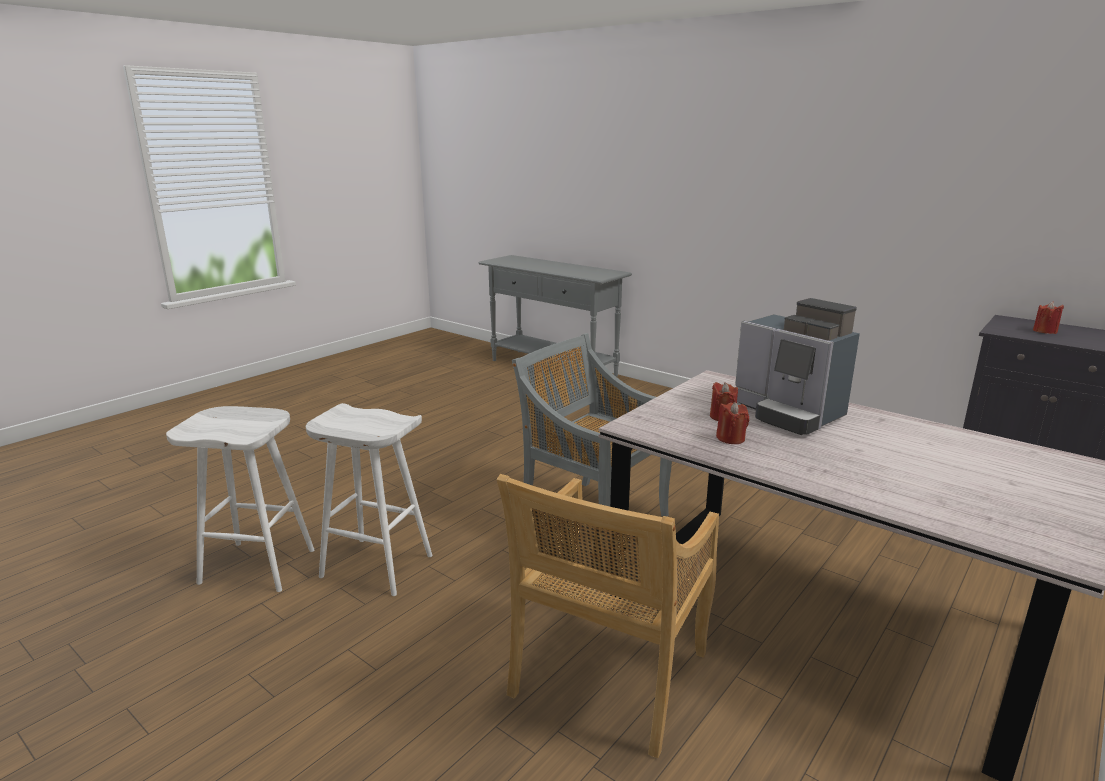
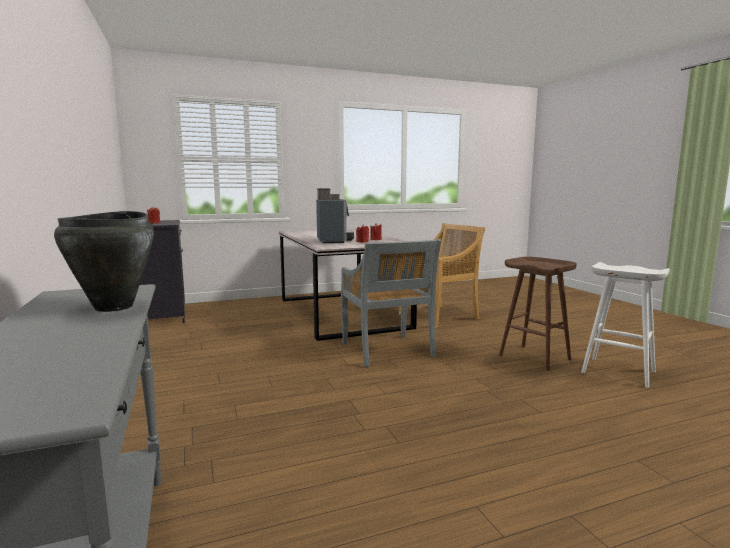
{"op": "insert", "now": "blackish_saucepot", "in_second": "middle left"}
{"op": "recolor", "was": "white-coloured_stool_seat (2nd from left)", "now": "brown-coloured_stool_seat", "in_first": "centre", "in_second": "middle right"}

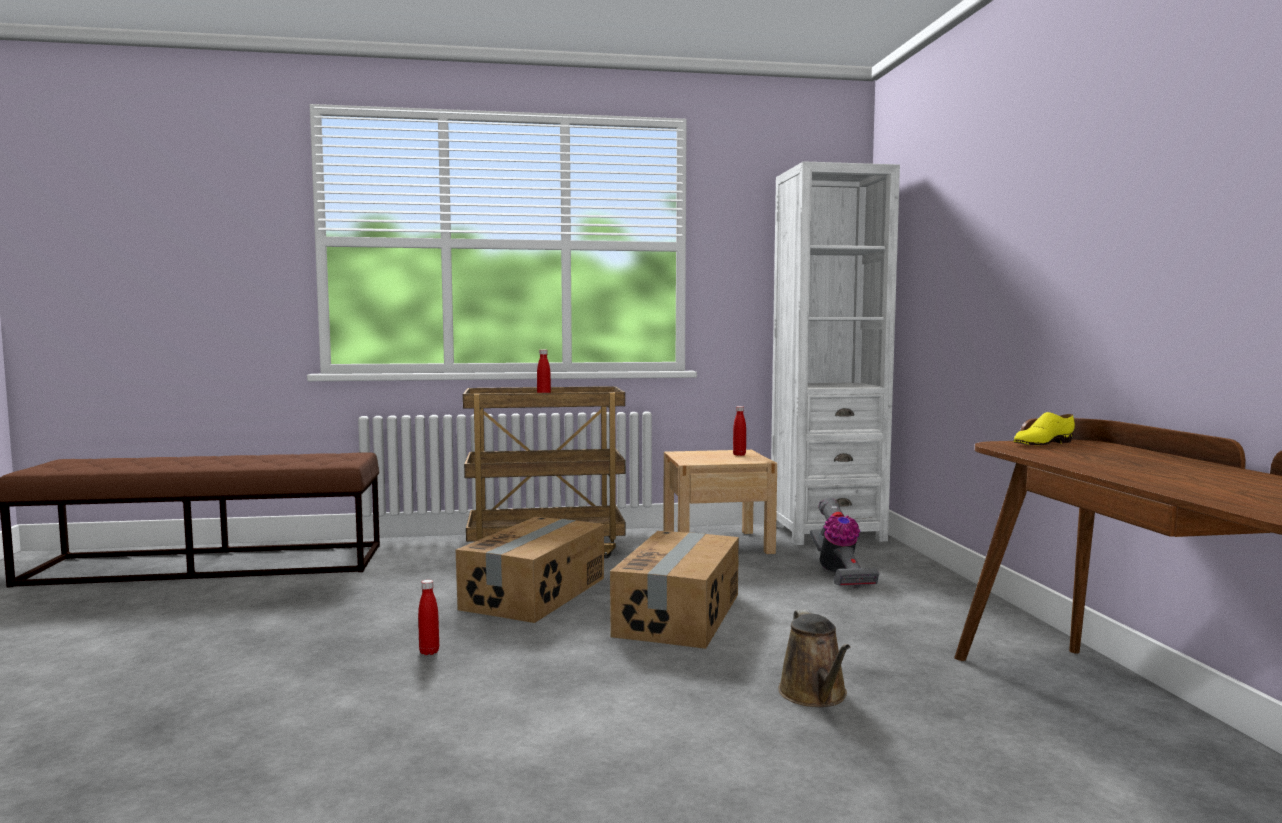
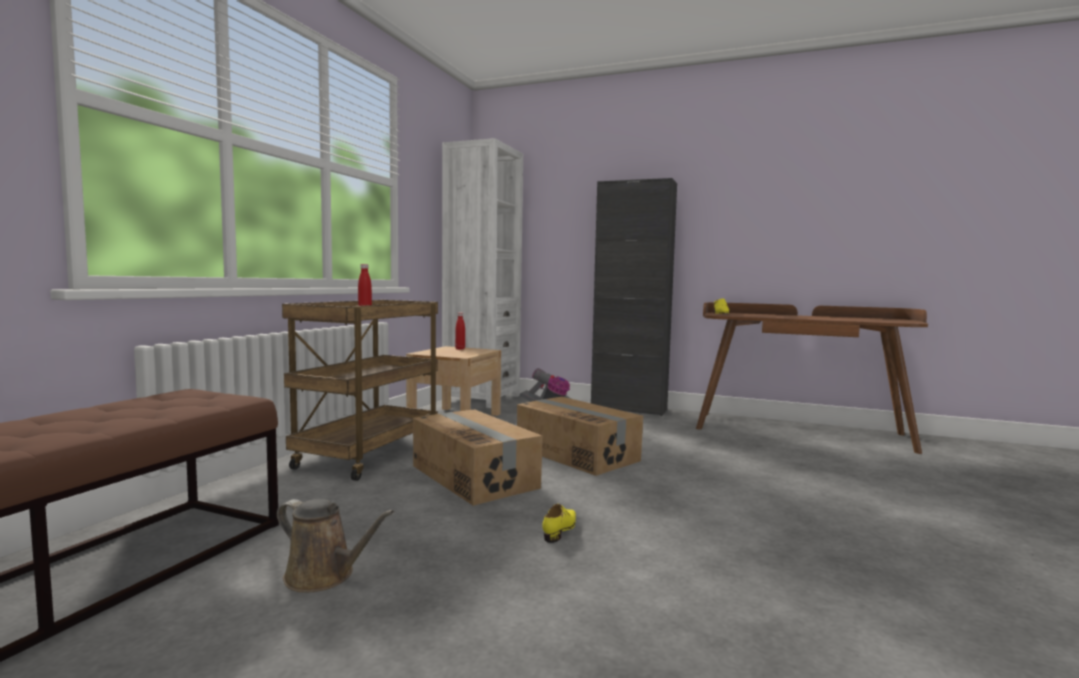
{"op": "insert", "now": "blackish_cabinet", "in_second": "centre"}
{"op": "move", "was": "brown-coloured_watering_pot", "in_first": "bottom centre", "in_second": "bottom left"}
{"op": "replace", "was": "red_drink_bottle (1st from left)", "now": "yellow_shoe (1st from left)", "in_first": "bottom centre", "in_second": "bottom centre"}

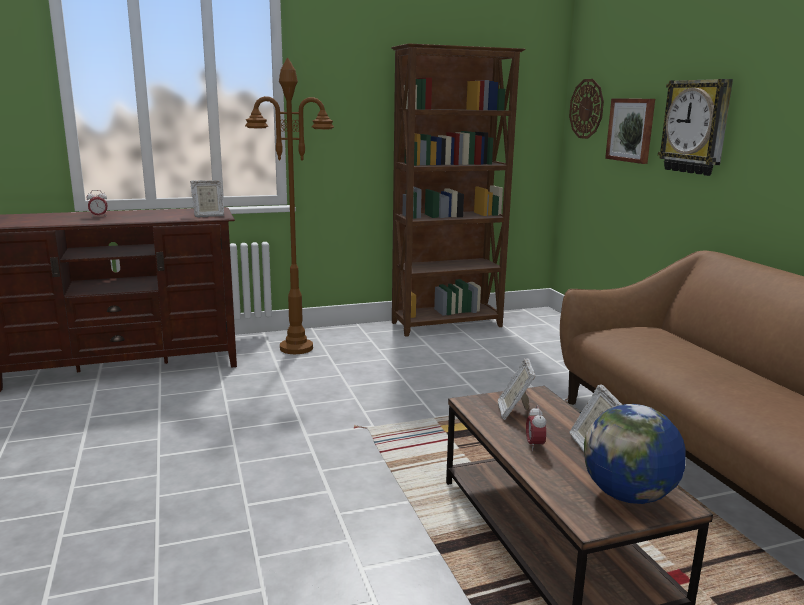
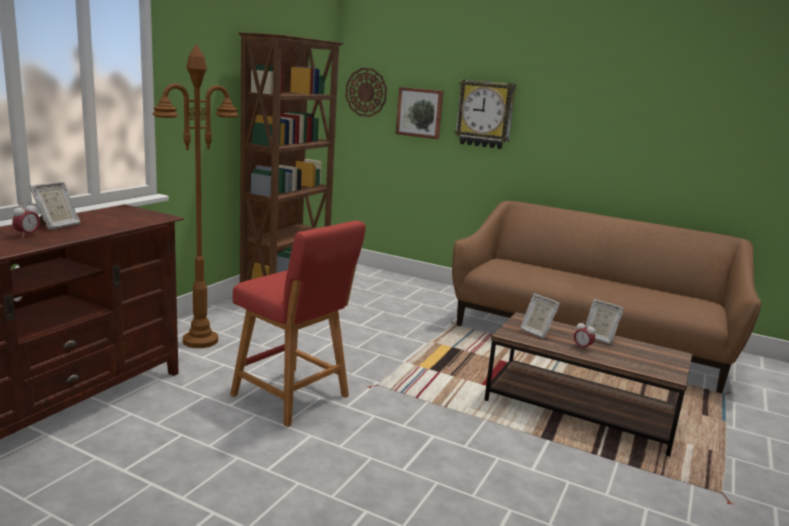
{"op": "delete", "was": "world_globe", "in_first": "bottom right"}
{"op": "insert", "now": "red_stool_seat", "in_second": "centre"}
{"op": "move", "was": "picture_frame (1st from left)", "in_first": "top left", "in_second": "middle left"}

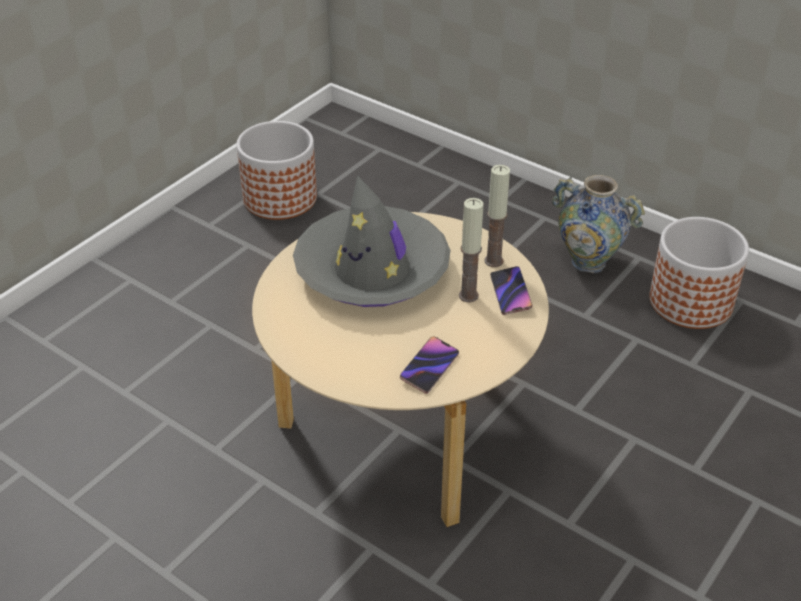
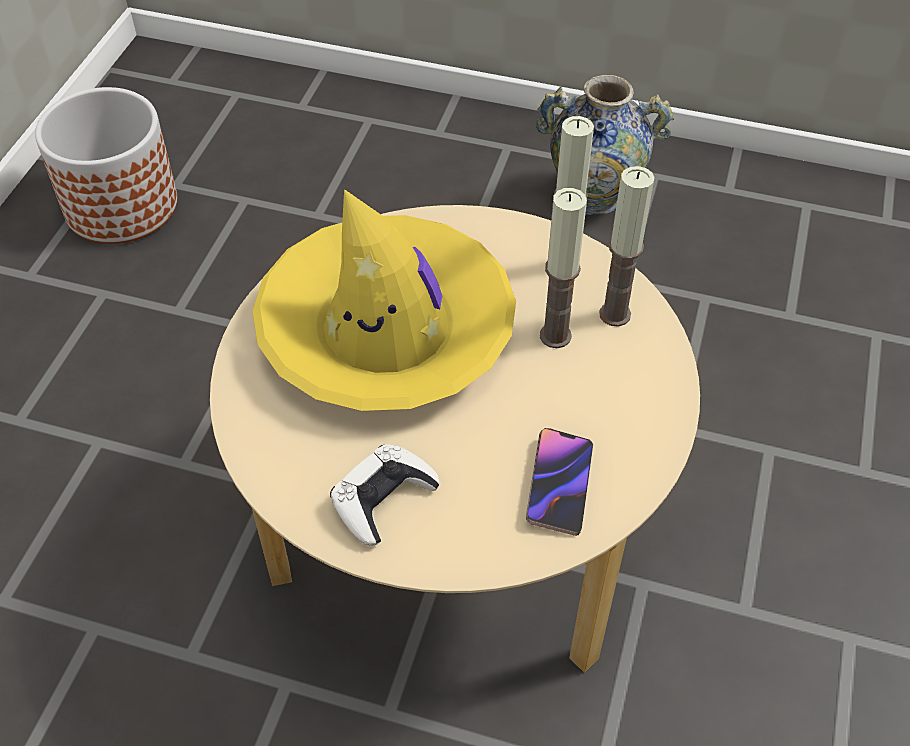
{"op": "delete", "was": "plant_pot (2nd from left)", "in_first": "middle right"}
{"op": "insert", "now": "white-coloured_gamepad", "in_second": "centre"}
{"op": "replace", "was": "handset (2nd from left)", "now": "candle (3rd from left)", "in_first": "centre", "in_second": "top right"}
{"op": "recolor", "was": "greyish_hat", "now": "yellow_hat", "in_first": "centre", "in_second": "centre"}

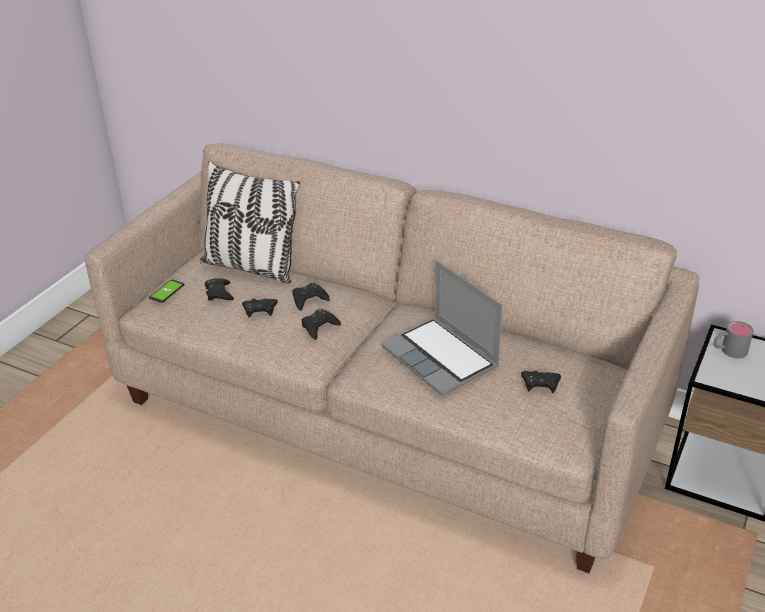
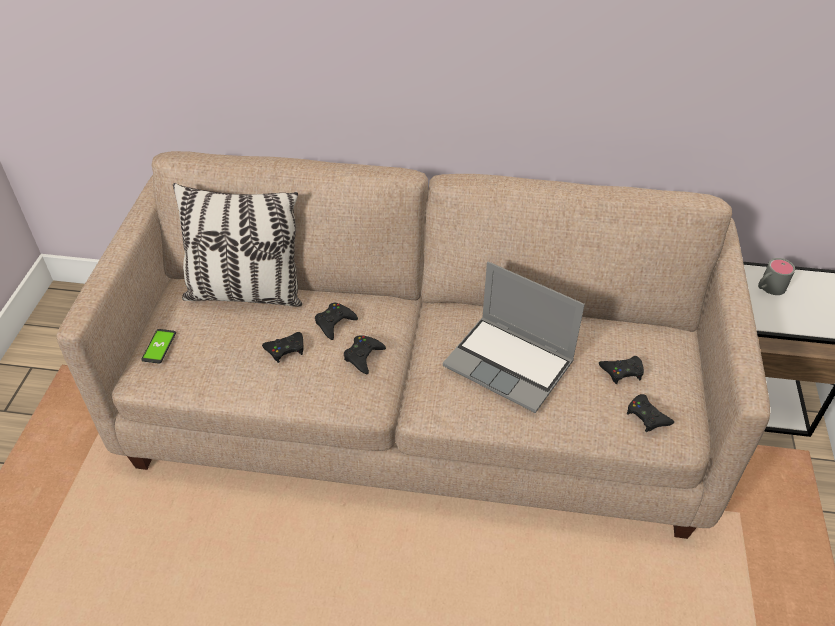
{"op": "move", "was": "blackish_gamepad (1st from left in the first image)", "now": "blackish_gamepad (5th from left)", "in_first": "middle left", "in_second": "middle right"}

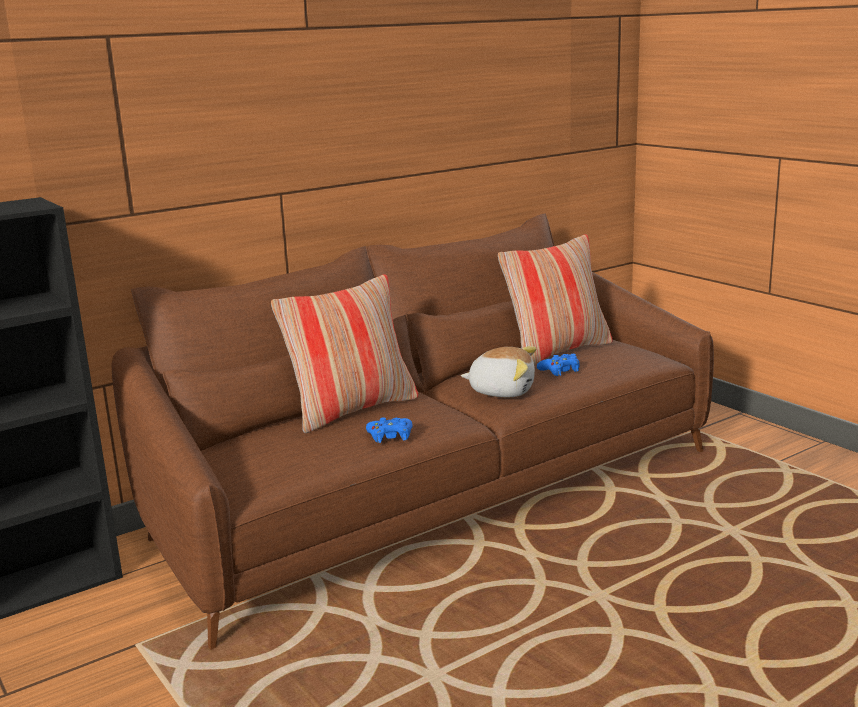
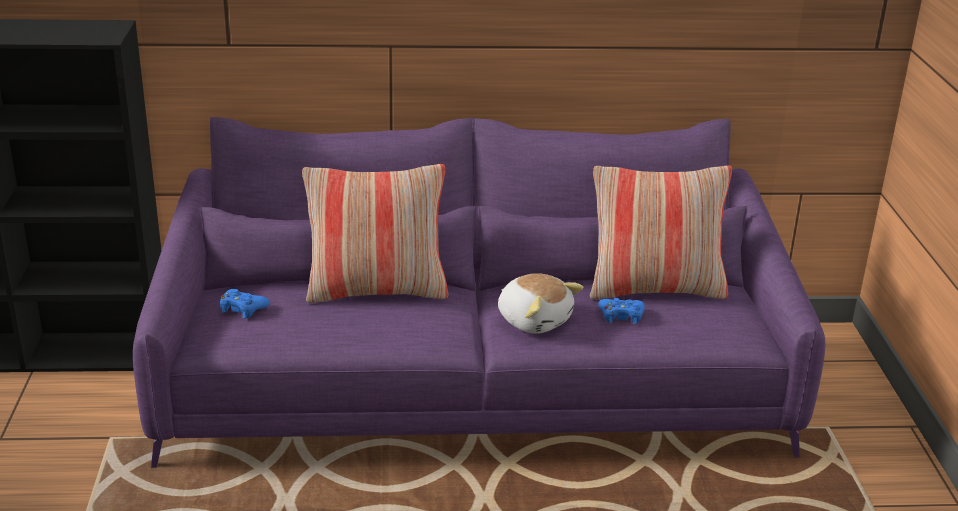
{"op": "move", "was": "blue_gamepad (1st from left)", "in_first": "centre", "in_second": "middle left"}
{"op": "recolor", "was": "brown-coloured_sofa", "now": "purplish_sofa", "in_first": "centre", "in_second": "centre"}

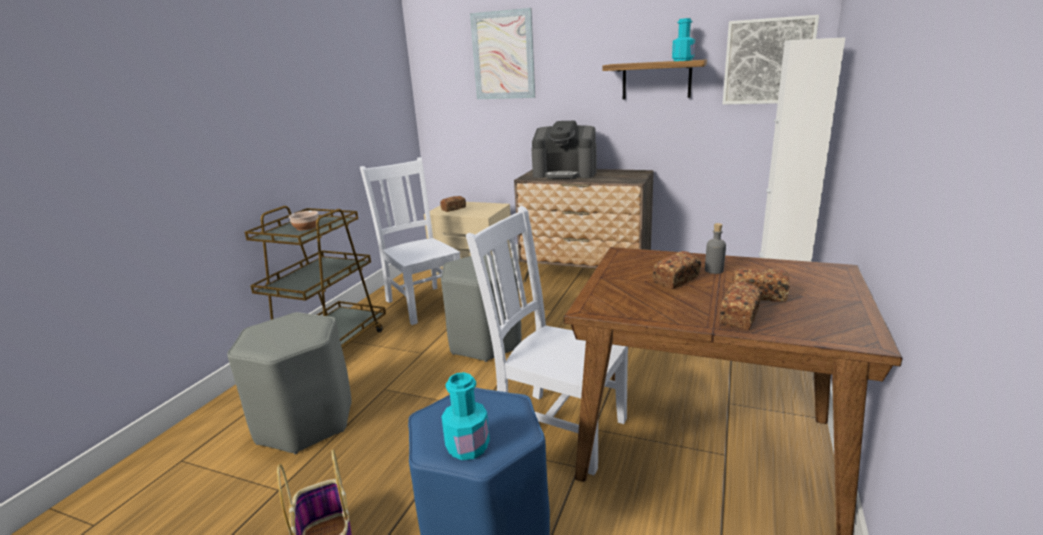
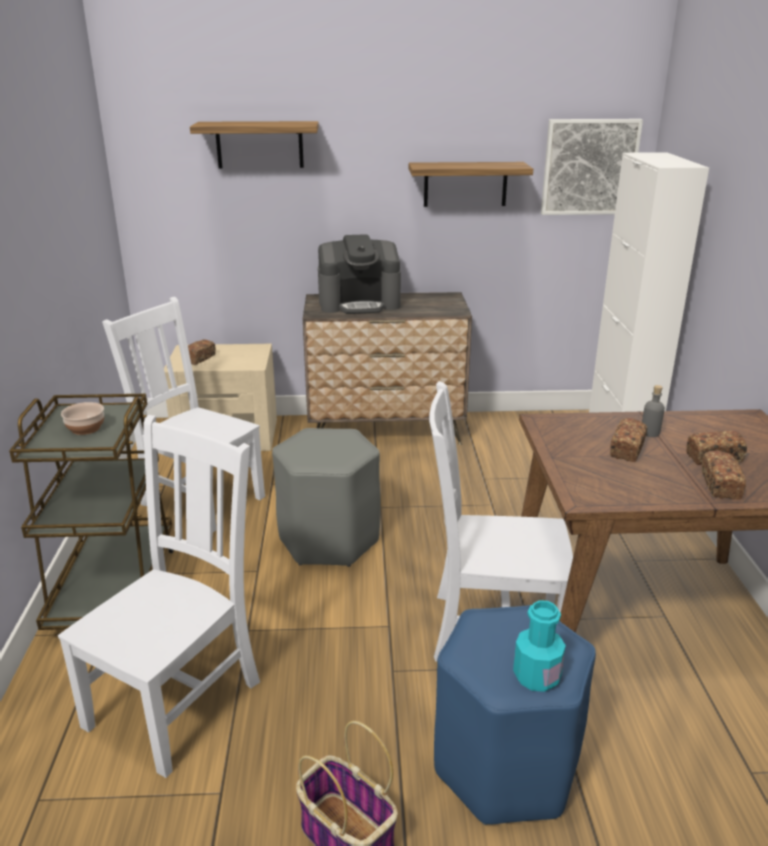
{"op": "delete", "was": "turquoise-coloured_drink_bottle (2nd from left)", "in_first": "top centre"}
{"op": "replace", "was": "greyish_stool_seat (1st from left)", "now": "white-coloured_upright_chair (1st from left)", "in_first": "bottom left", "in_second": "bottom left"}
{"op": "replace", "was": "wall_art (1st from left)", "now": "wall_shelf (1st from left)", "in_first": "top centre", "in_second": "top left"}

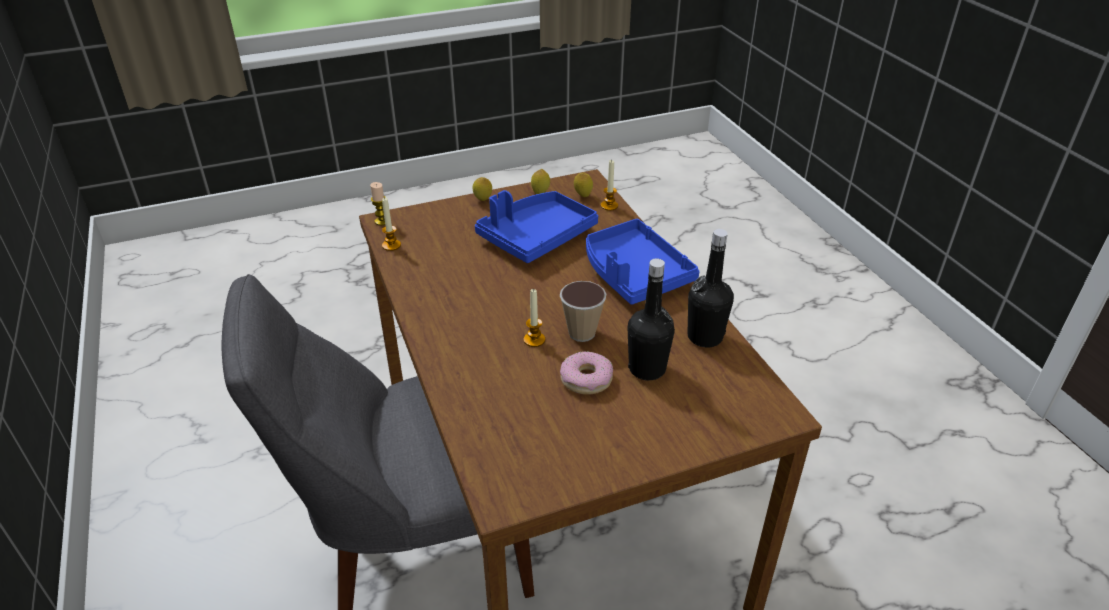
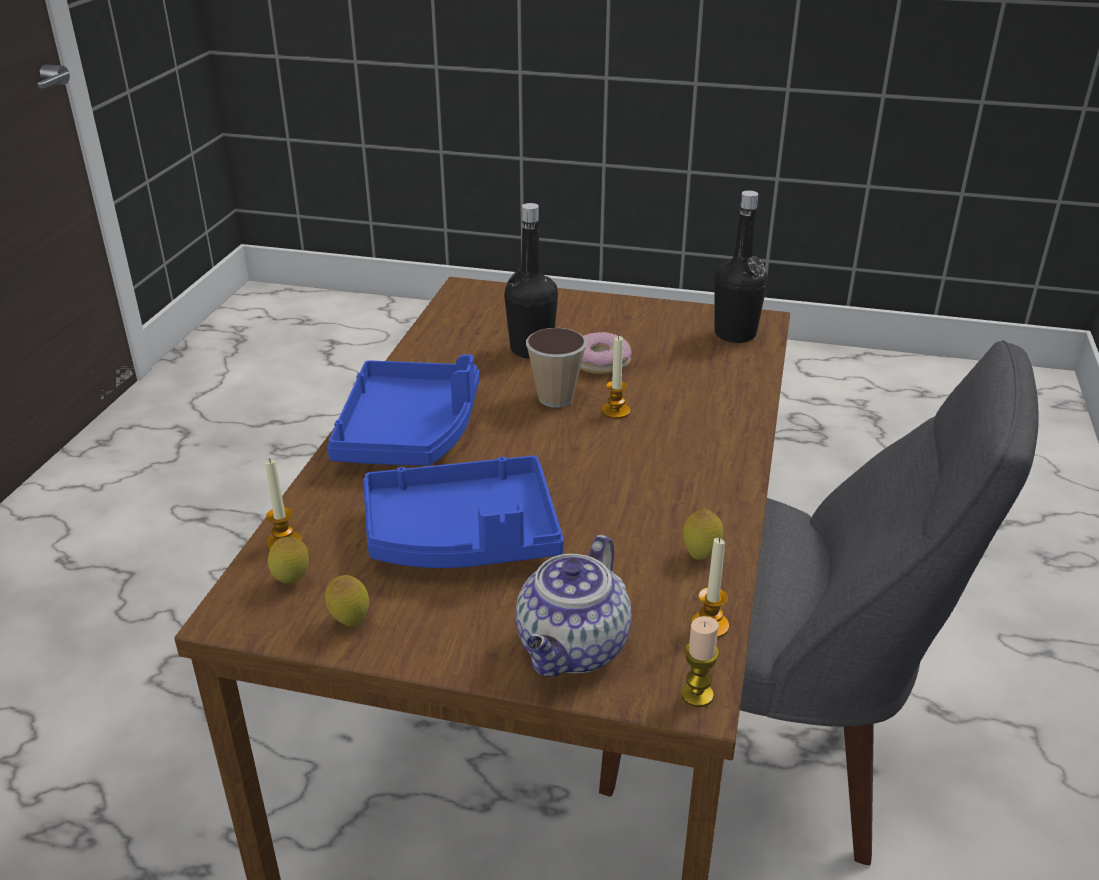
{"op": "insert", "now": "tea_pot", "in_second": "bottom centre"}
{"op": "move", "was": "whole_lemon (1st from left in the first image)", "now": "whole_lemon (3rd from left)", "in_first": "top centre", "in_second": "centre"}
{"op": "move", "was": "blackish_drink_bottle (2nd from left)", "in_first": "centre", "in_second": "top right"}

